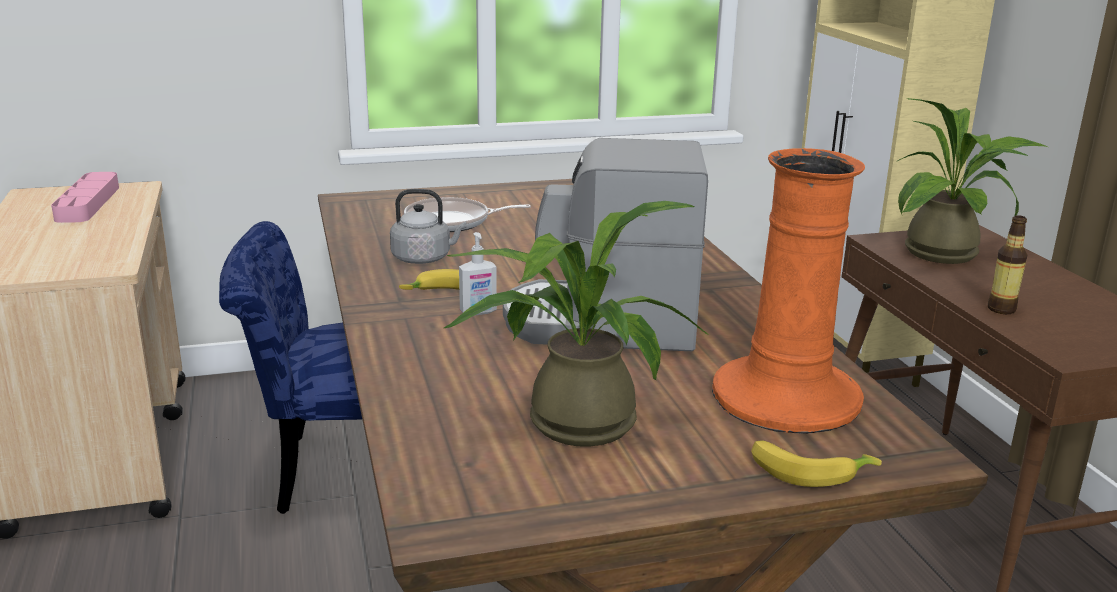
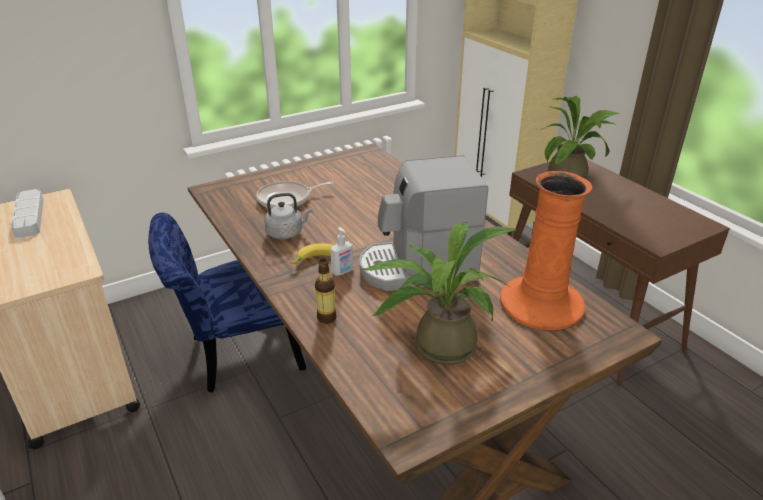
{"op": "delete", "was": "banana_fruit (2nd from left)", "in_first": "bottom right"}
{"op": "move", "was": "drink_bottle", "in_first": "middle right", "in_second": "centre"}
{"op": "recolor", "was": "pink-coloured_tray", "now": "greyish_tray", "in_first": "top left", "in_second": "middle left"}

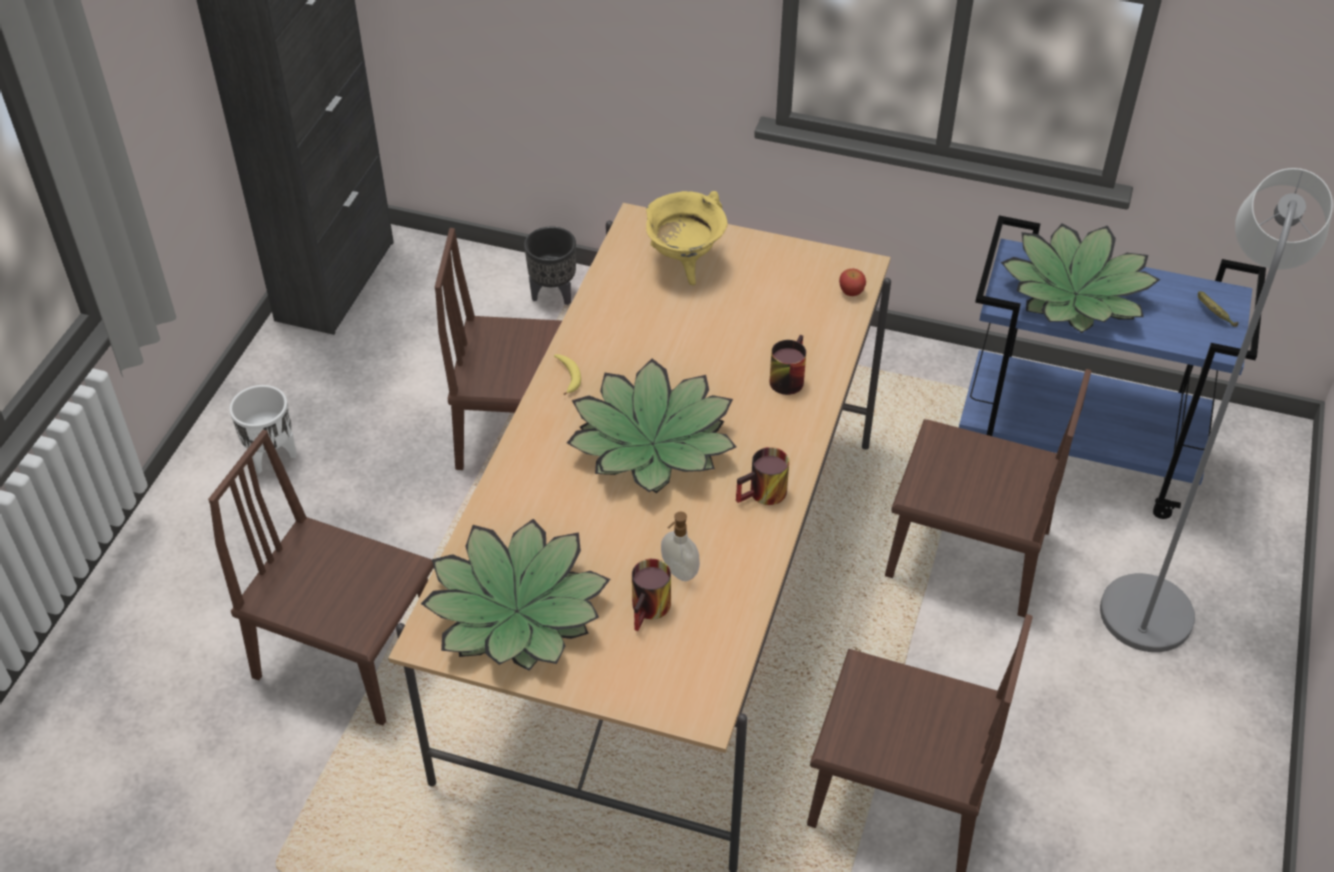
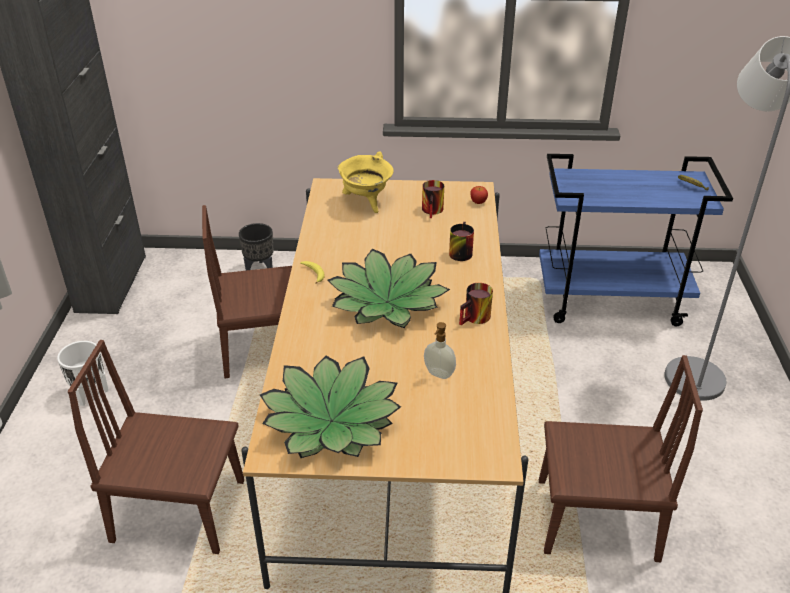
{"op": "delete", "was": "brown-coloured_upright_chair (4th from left)", "in_first": "middle right"}
{"op": "delete", "was": "plant_in_a_pot (3rd from left)", "in_first": "top right"}
{"op": "move", "was": "mug (1st from left)", "in_first": "bottom centre", "in_second": "centre"}

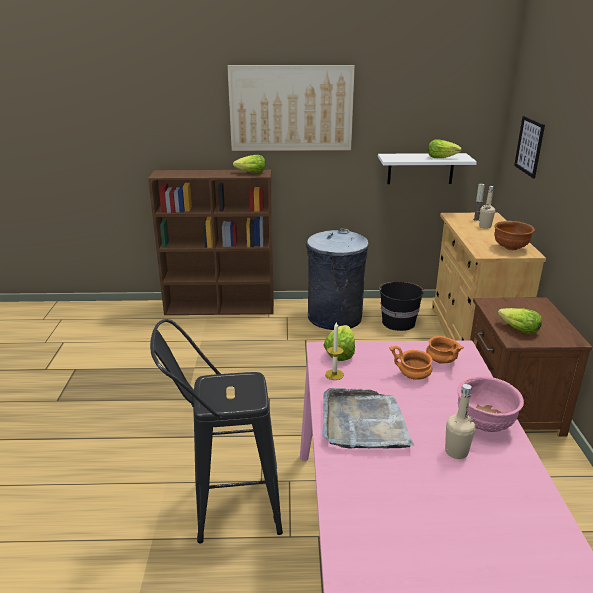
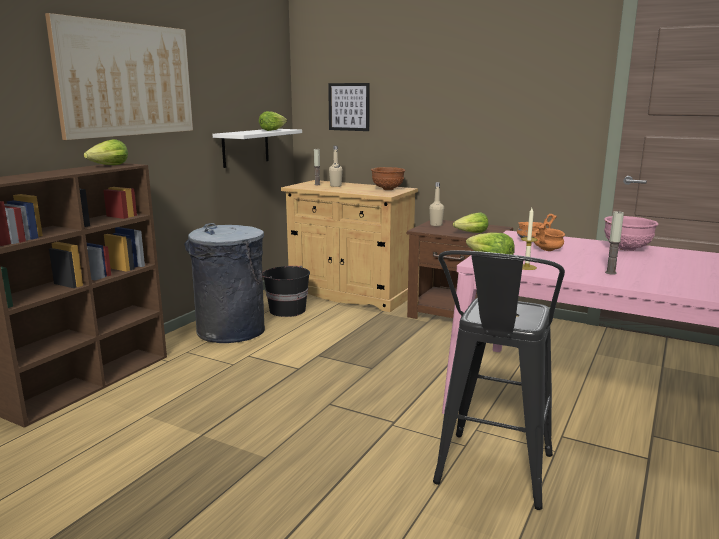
{"op": "move", "was": "beige_drink_bottle (1st from left in the first image)", "now": "beige_drink_bottle (2nd from left)", "in_first": "bottom right", "in_second": "centre"}
{"op": "replace", "was": "greyish_tray", "now": "candle (3rd from left)", "in_first": "bottom centre", "in_second": "middle right"}

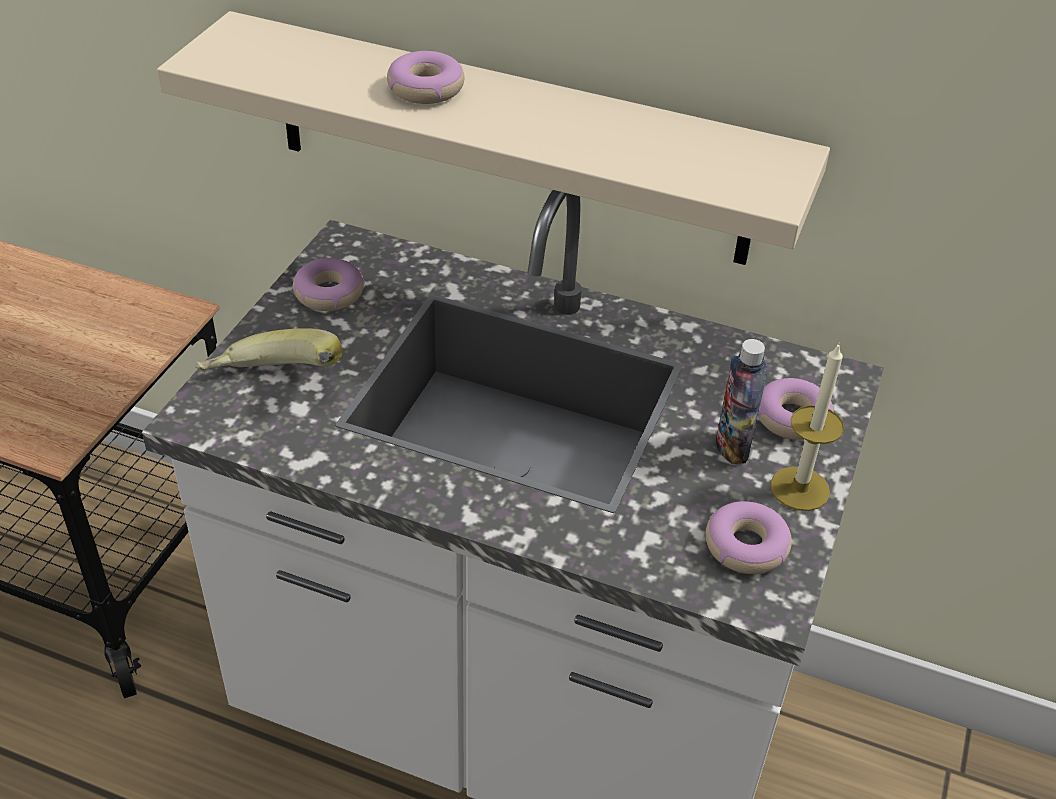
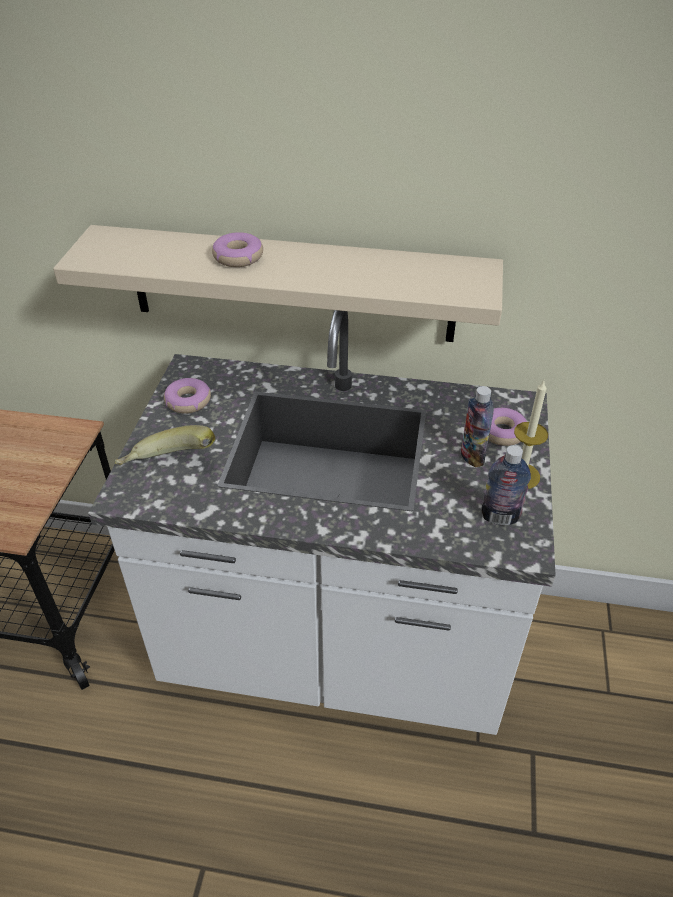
{"op": "replace", "was": "donut (3rd from left)", "now": "drink_bottle (2nd from left)", "in_first": "bottom right", "in_second": "middle right"}

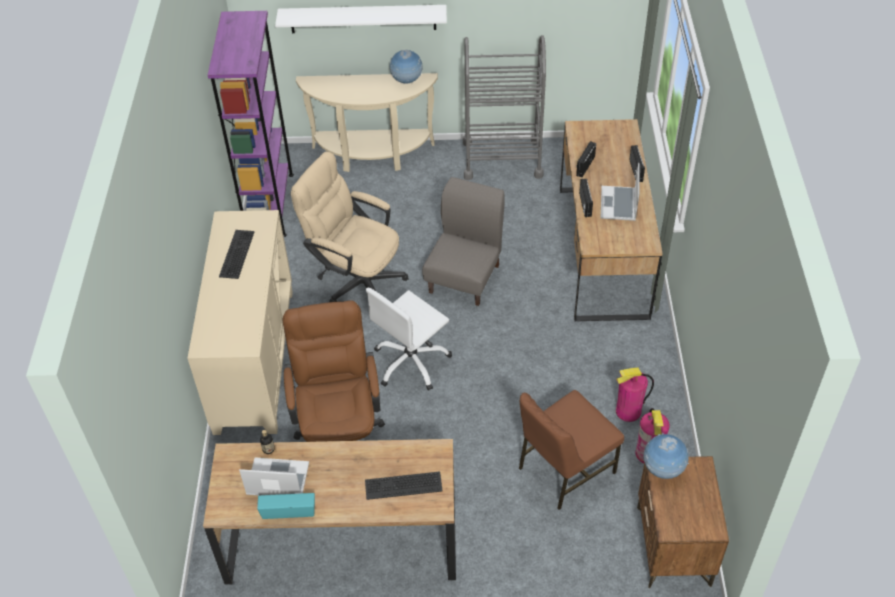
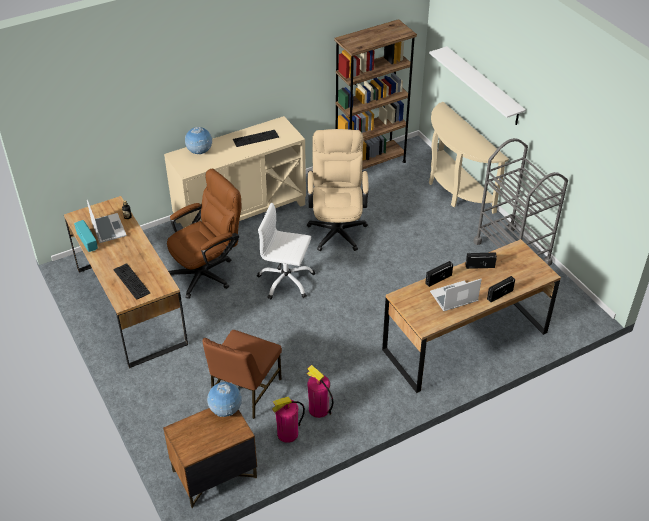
{"op": "delete", "was": "greyish_upright_chair", "in_first": "centre"}
{"op": "move", "was": "world_globe (1st from left)", "in_first": "top centre", "in_second": "top left"}
{"op": "recolor", "was": "purplish_bookshelf", "now": "brown-coloured_bookshelf", "in_first": "top left", "in_second": "top centre"}
{"op": "rotate", "was": "brown-coloured_upright_chair", "in_first": "bottom centre", "in_second": "bottom centre", "clockwise": -90}

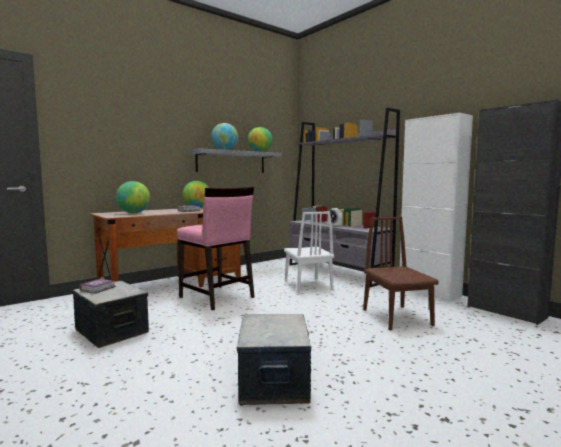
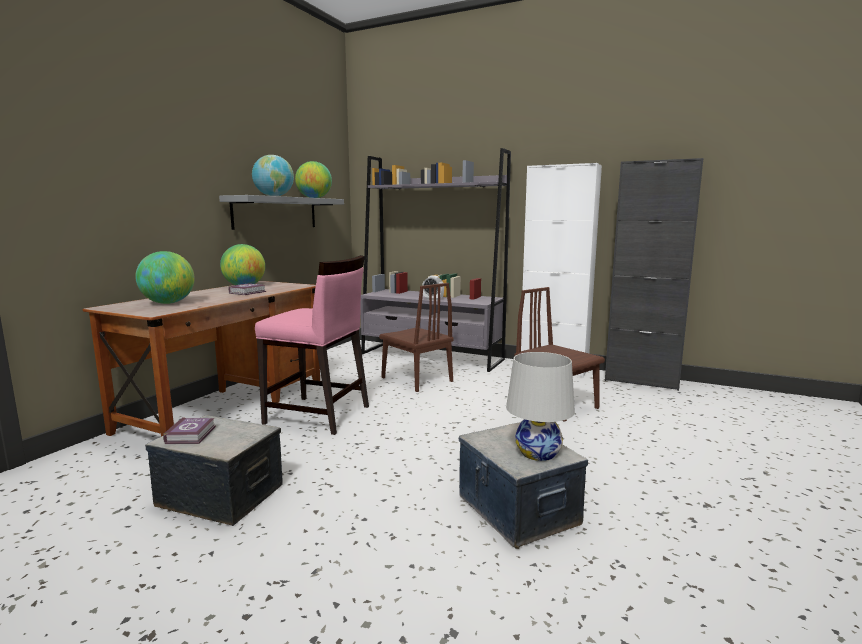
{"op": "insert", "now": "white-coloured_lamp_for_a_table", "in_second": "centre"}
{"op": "recolor", "was": "white-coloured_upright_chair", "now": "brown-coloured_upright_chair (1st from left)", "in_first": "centre", "in_second": "centre"}

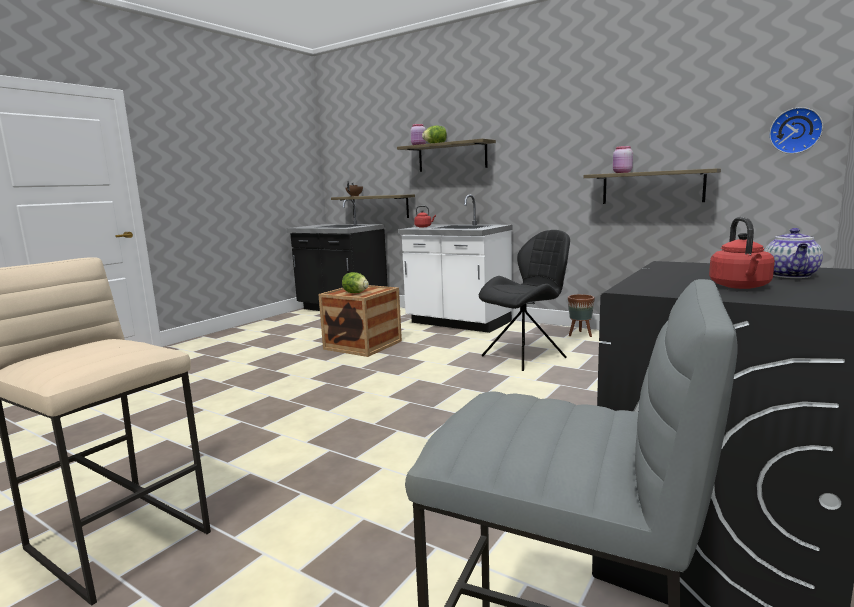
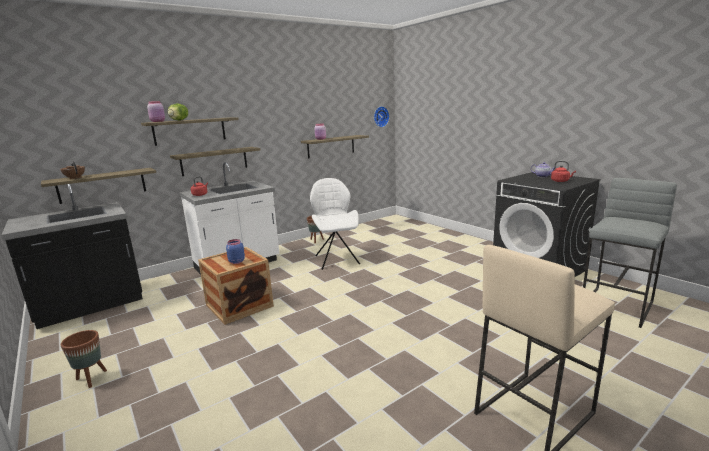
{"op": "insert", "now": "brown-coloured_plant_pot (1st from left)", "in_second": "bottom left"}
{"op": "insert", "now": "wall_shelf (3rd from left)", "in_second": "middle left"}
{"op": "replace", "was": "head_of_lettuce (1st from left)", "now": "blue_preserve_jar", "in_first": "centre", "in_second": "middle left"}
{"op": "recolor", "was": "blackish_upright_chair", "now": "white-coloured_upright_chair", "in_first": "centre", "in_second": "centre"}

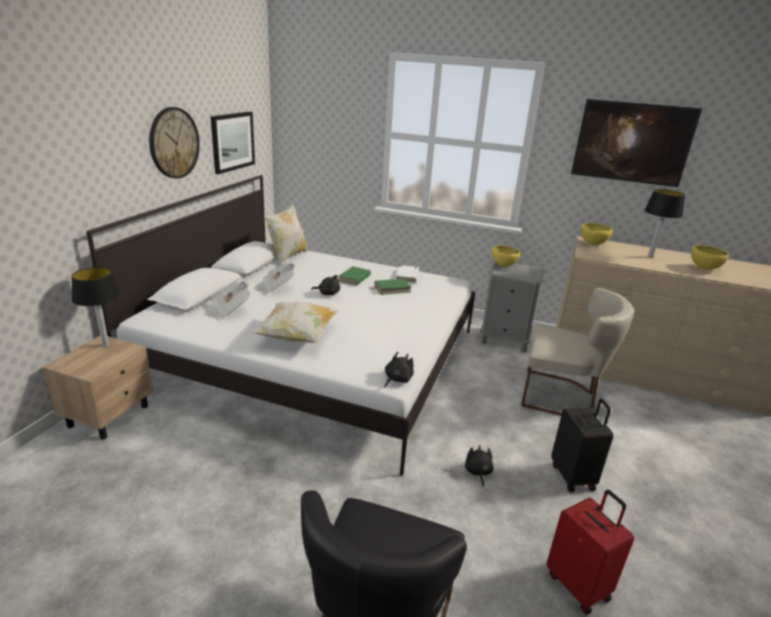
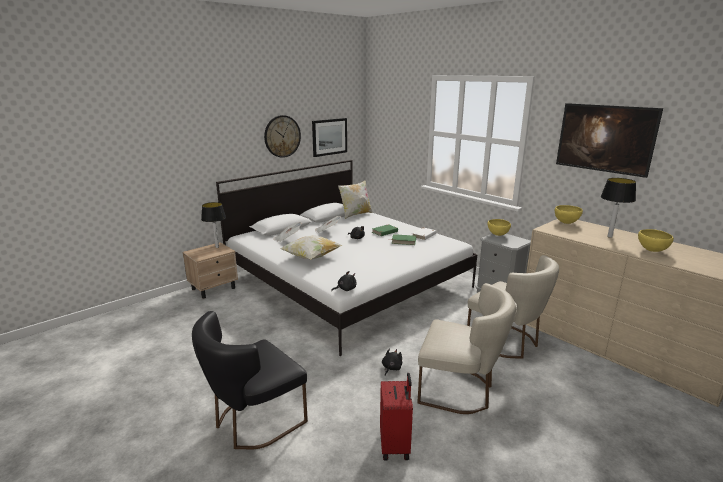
{"op": "replace", "was": "blackish_piece_of_luggage", "now": "beige_upright_chair (1st from left)", "in_first": "bottom right", "in_second": "bottom centre"}

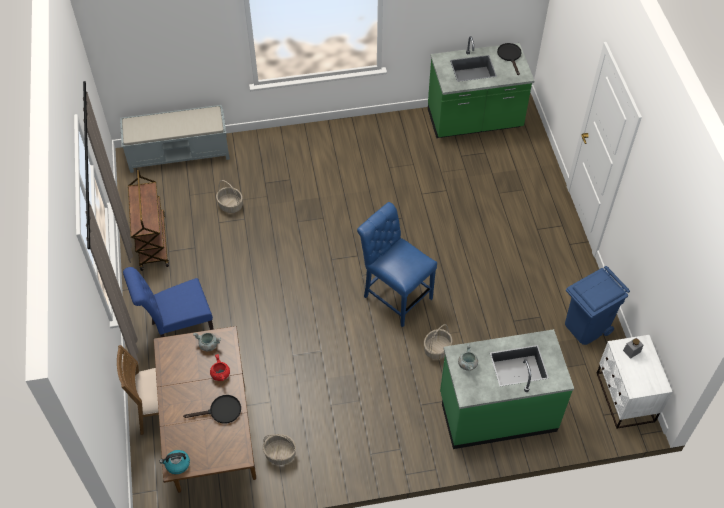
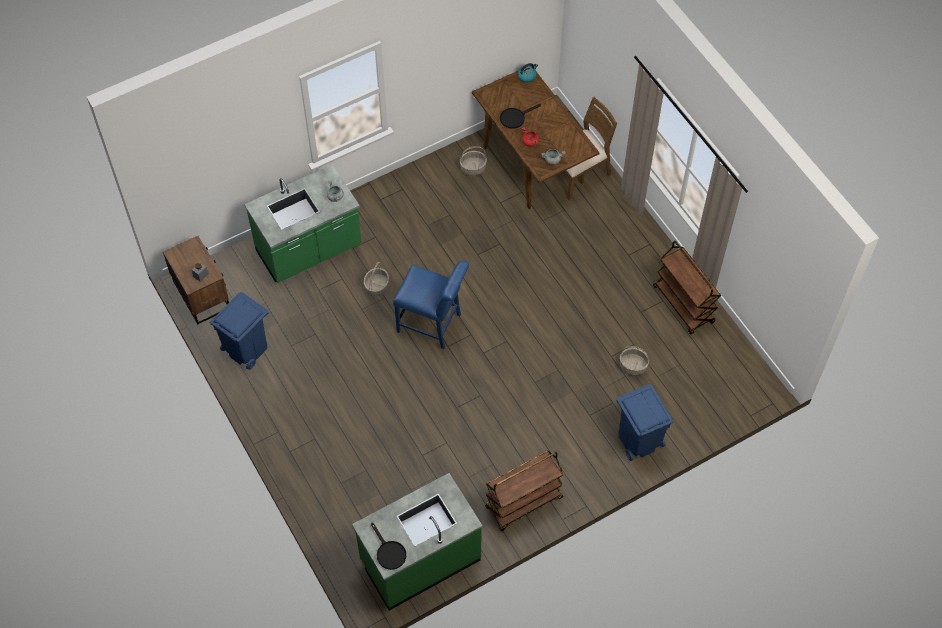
{"op": "delete", "was": "greyish_indoor_bench", "in_first": "top left"}
{"op": "delete", "was": "blue_upright_chair (1st from left)", "in_first": "middle left"}
{"op": "insert", "now": "brown-coloured_trolley (1st from left)", "in_second": "bottom centre"}
{"op": "insert", "now": "blue_rubbish_bin (2nd from left)", "in_second": "bottom right"}
{"op": "recolor", "was": "white-coloured_night_table", "now": "brown-coloured_night_table", "in_first": "bottom right", "in_second": "middle left"}

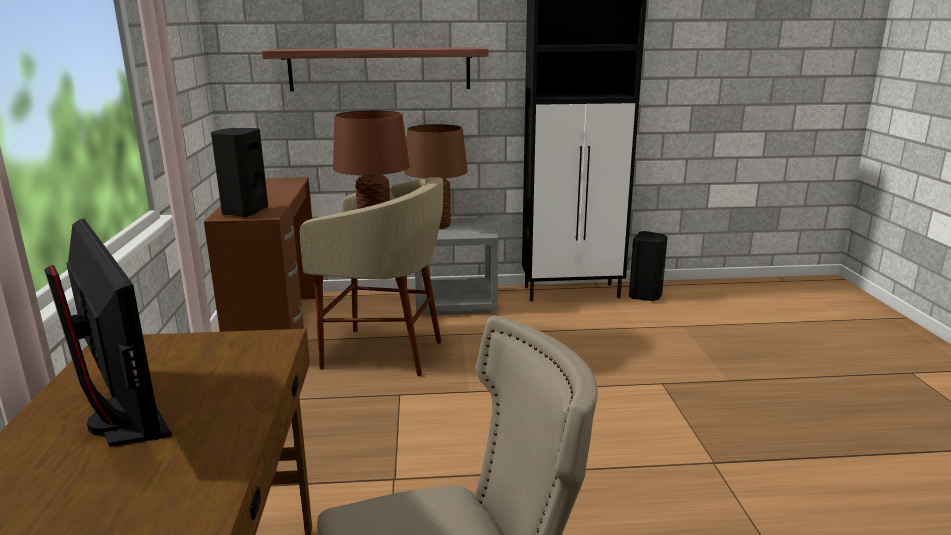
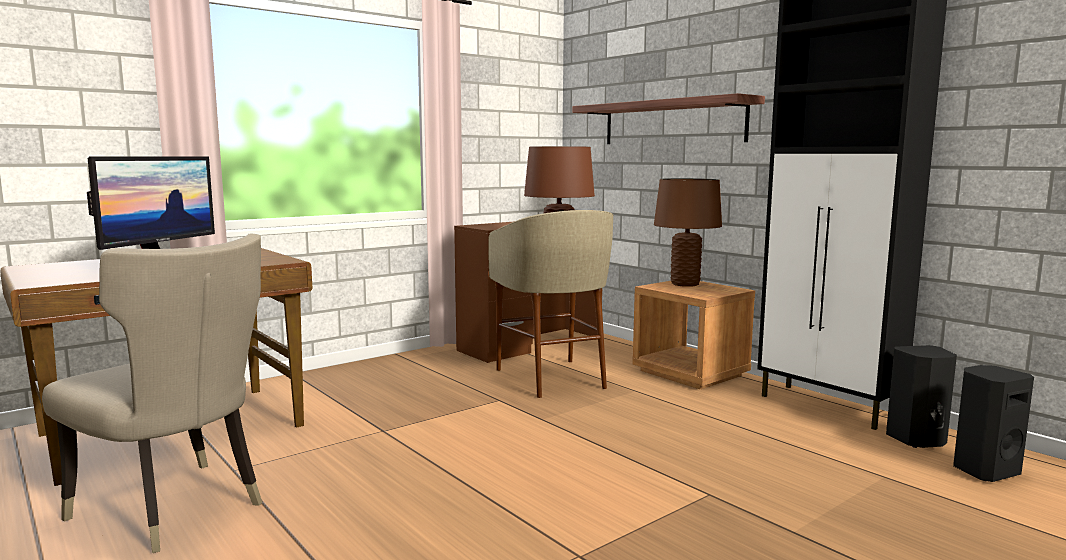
{"op": "move", "was": "blackish_loudspeaker (1st from left in the first image)", "now": "blackish_loudspeaker (2nd from left)", "in_first": "top left", "in_second": "bottom right"}
{"op": "recolor", "was": "greyish_night_table", "now": "brown-coloured_night_table", "in_first": "centre", "in_second": "centre"}

